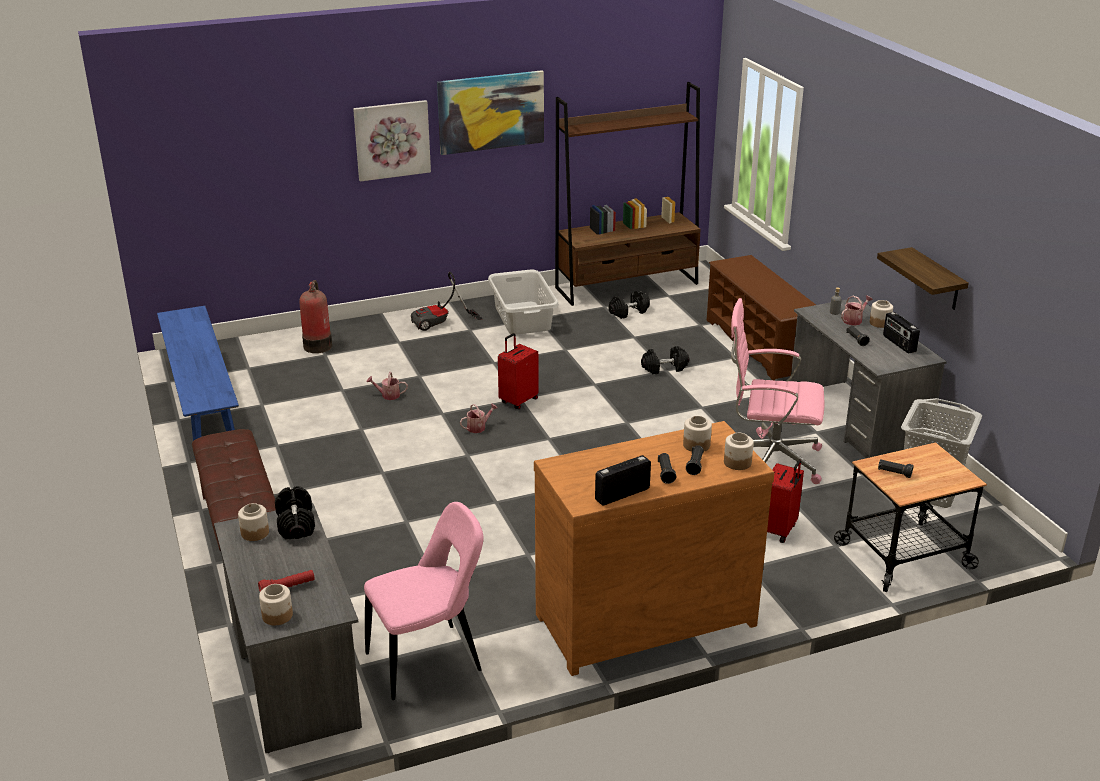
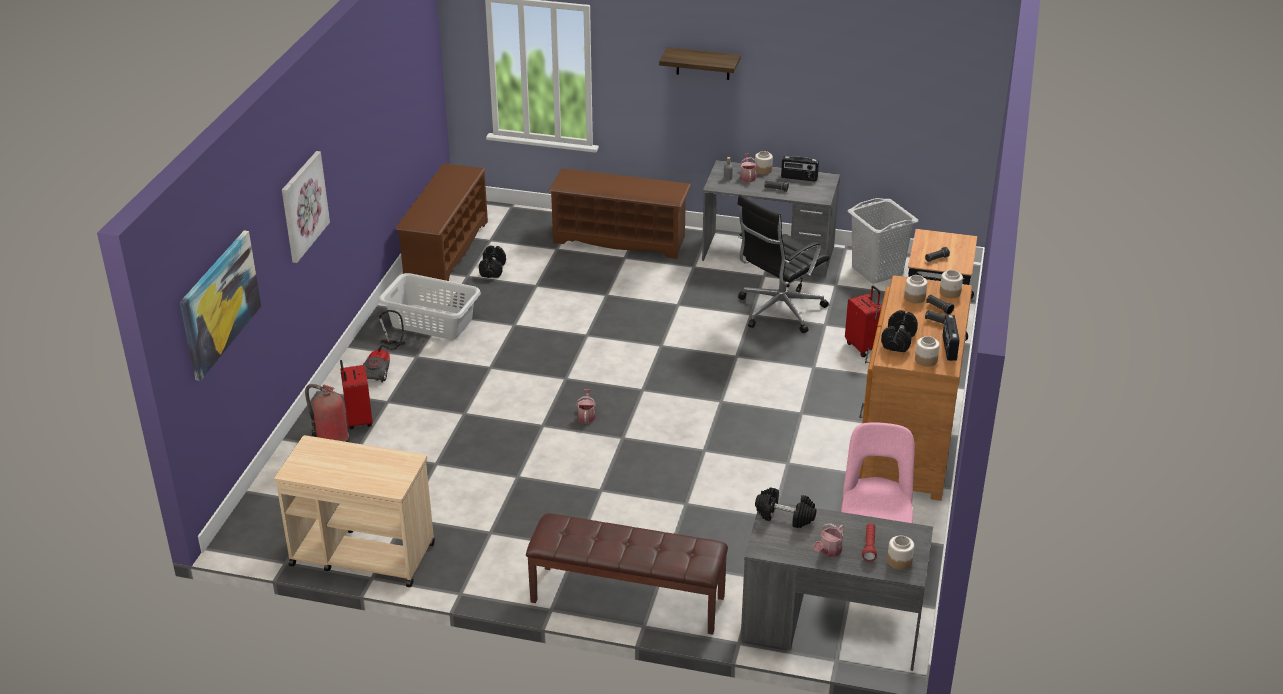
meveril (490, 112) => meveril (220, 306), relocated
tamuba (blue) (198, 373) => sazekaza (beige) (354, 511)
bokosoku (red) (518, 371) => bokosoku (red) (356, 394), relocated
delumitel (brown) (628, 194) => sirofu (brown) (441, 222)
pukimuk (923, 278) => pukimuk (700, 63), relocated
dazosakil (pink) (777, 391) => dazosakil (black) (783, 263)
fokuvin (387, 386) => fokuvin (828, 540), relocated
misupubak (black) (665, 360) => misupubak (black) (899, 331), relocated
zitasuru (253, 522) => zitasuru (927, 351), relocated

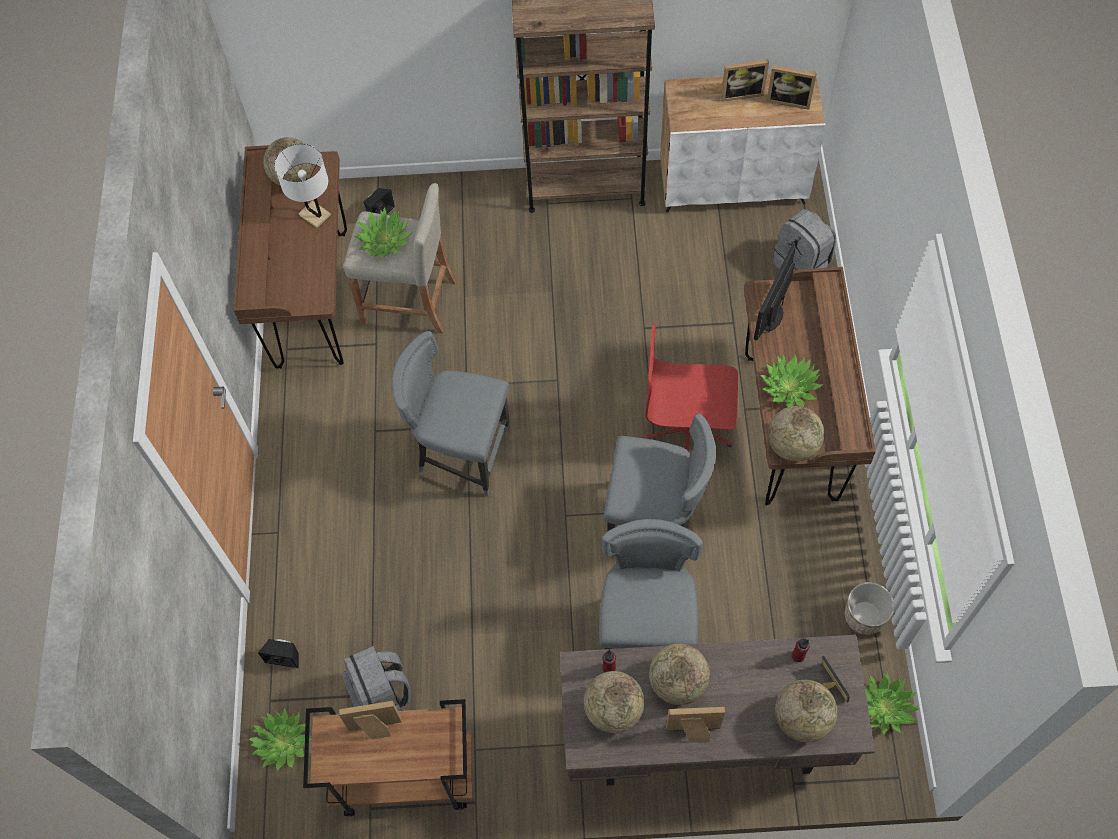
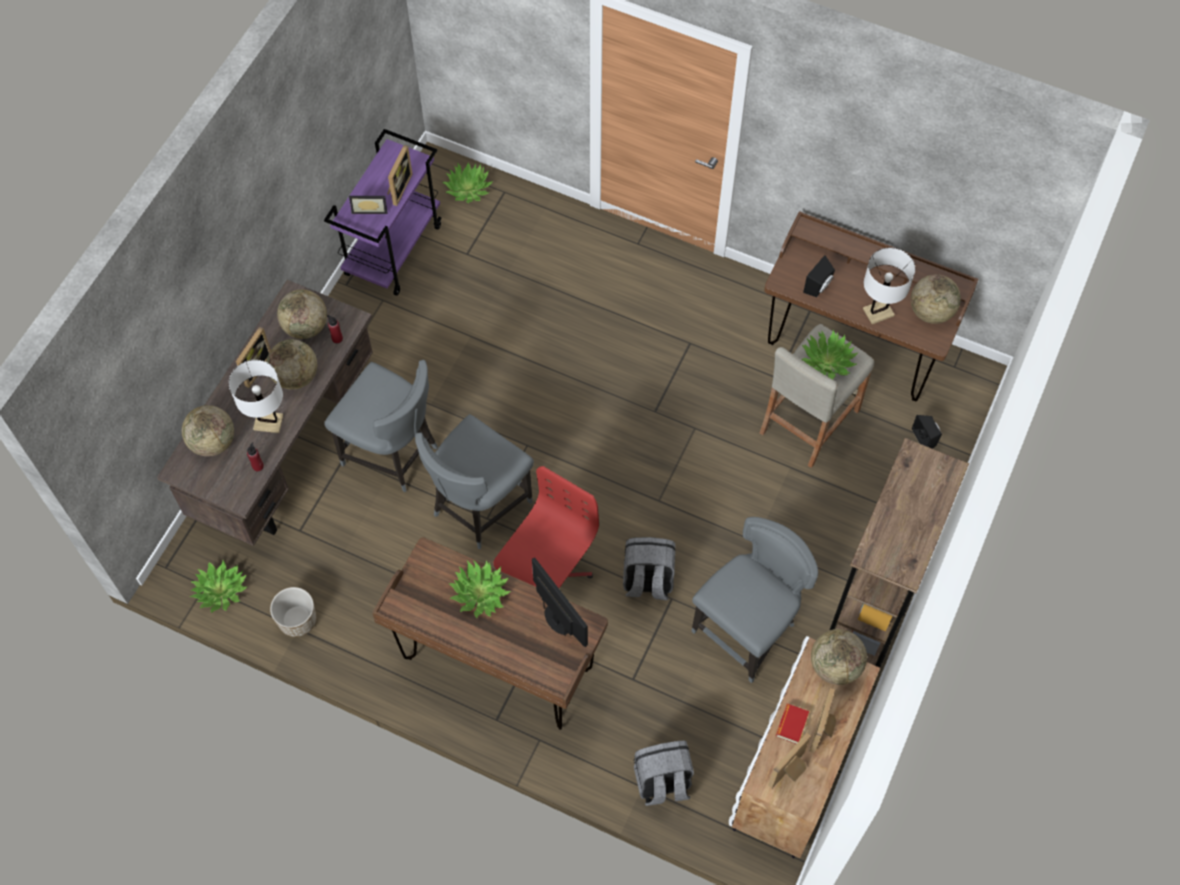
nothing => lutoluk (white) (256, 396)
sazekaza (brown) (388, 757) => sazekaza (purple) (383, 212)
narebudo (836, 679) => narebudo (368, 205), relocated
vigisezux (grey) (376, 678) => vigisezux (grey) (649, 568), relocated
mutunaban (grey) (451, 413) => mutunaban (grey) (754, 600), relocated
nothing => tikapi (792, 724)
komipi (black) (278, 654) => komipi (black) (819, 276), relocated
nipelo (796, 434) => nipelo (839, 657), relocated

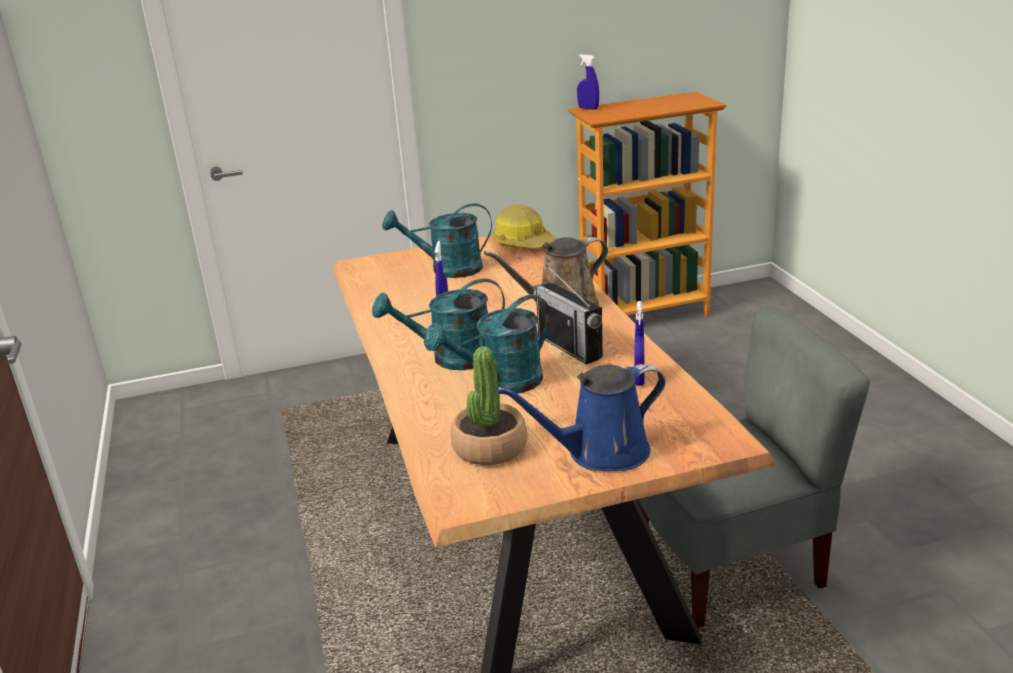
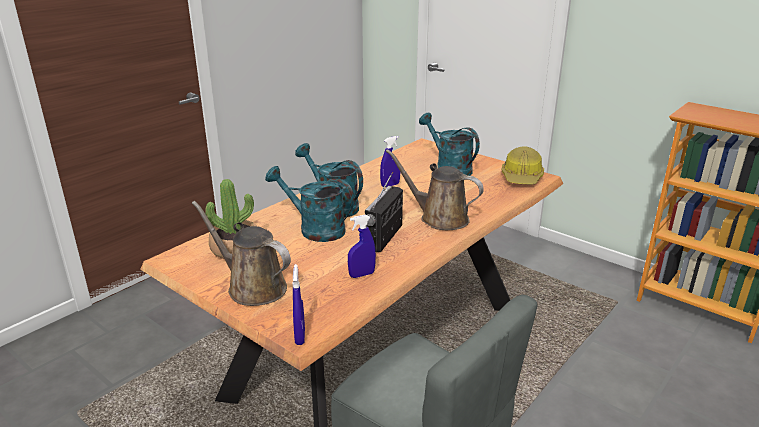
fokuvin (blue) (581, 417) => fokuvin (brown) (241, 253)
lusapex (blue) (588, 82) => lusapex (blue) (299, 304), relocated

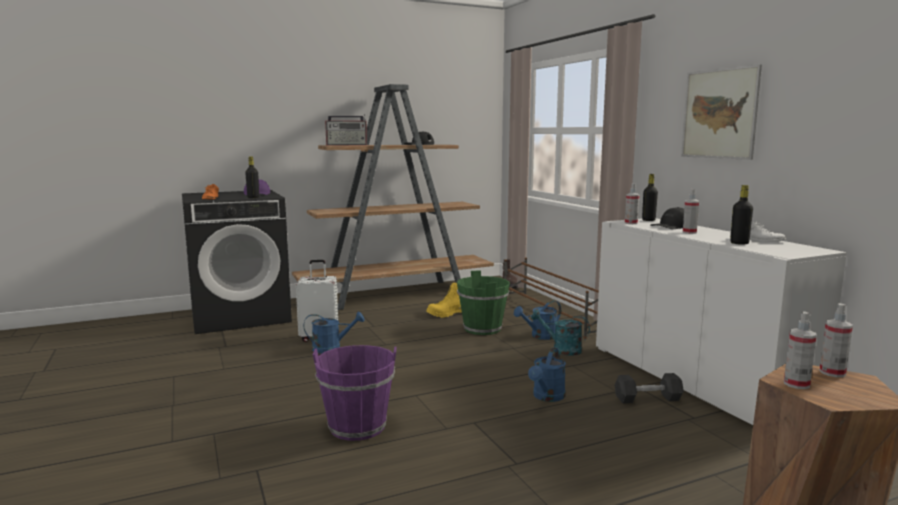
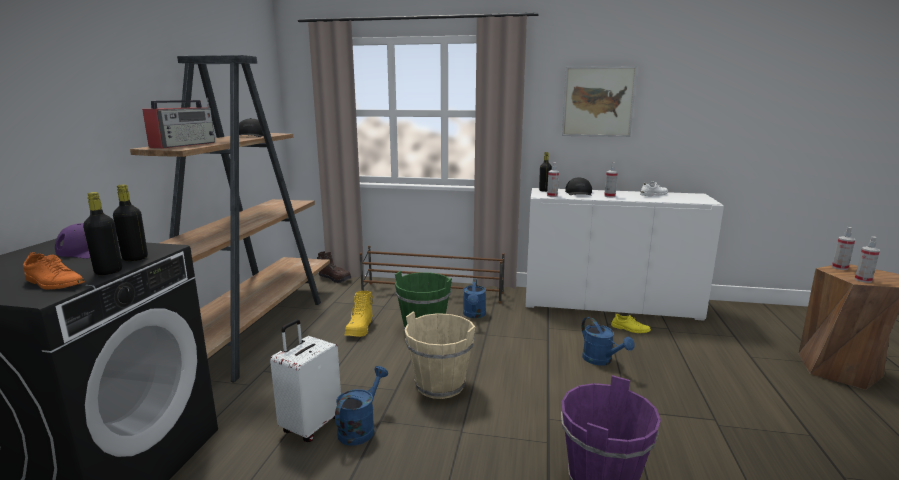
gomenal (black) (741, 215) => gomenal (black) (102, 233), relocated
nothing => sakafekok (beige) (439, 355)
misupubak (black) (649, 388) => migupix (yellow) (631, 323)
fokuvin (turquoise) (560, 333) => nothing

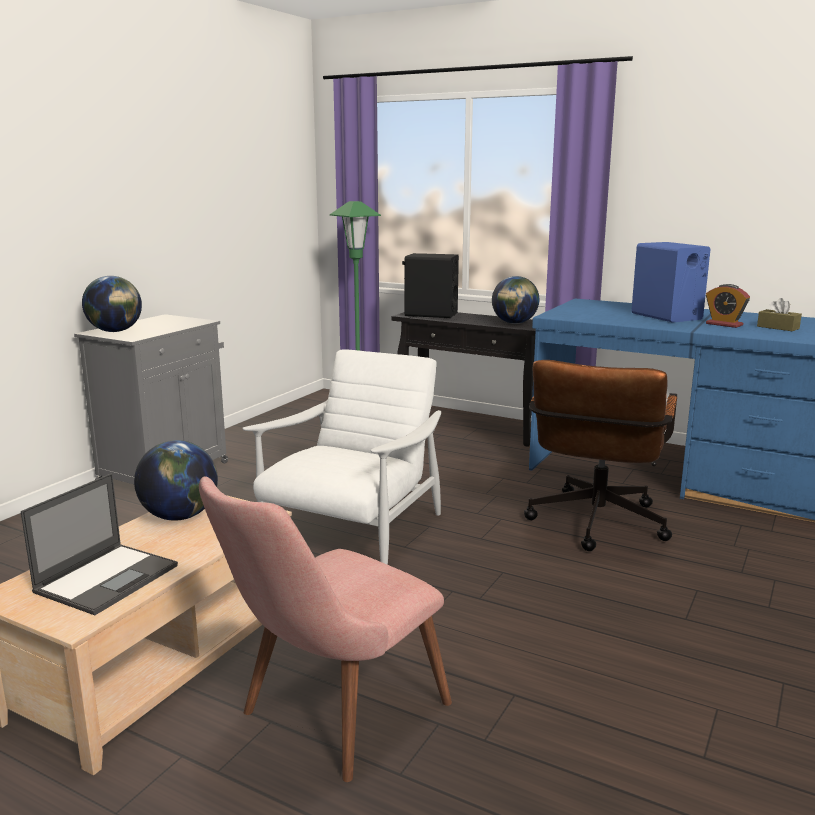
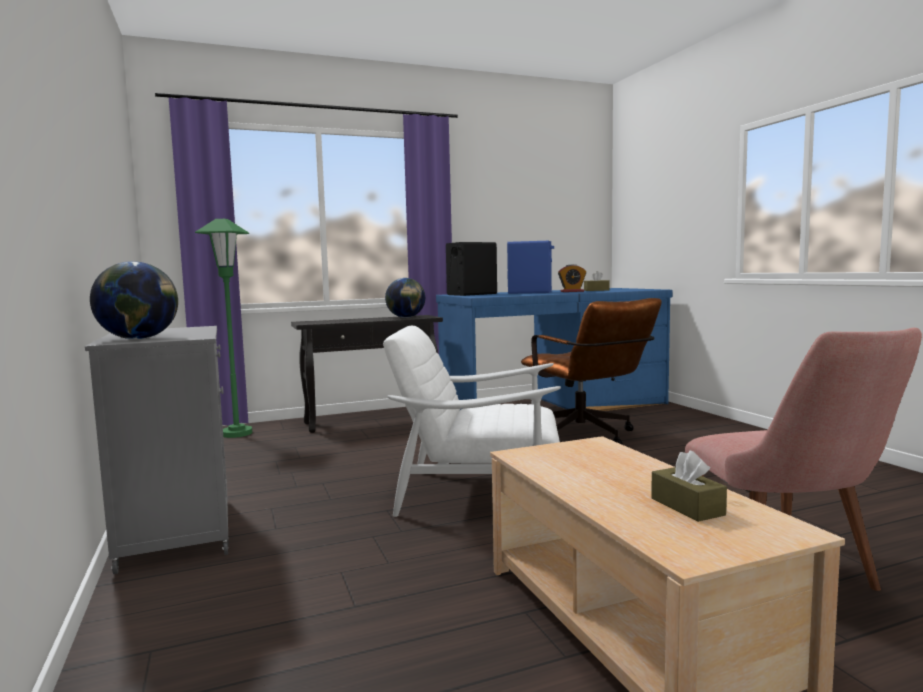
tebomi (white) (341, 457) => tebomi (white) (472, 421), 60 degrees counterclockwise
komipi (black) (430, 285) => komipi (black) (471, 269), relocated
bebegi (99, 544) => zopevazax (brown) (689, 486)
nipelo (176, 480) => nothing

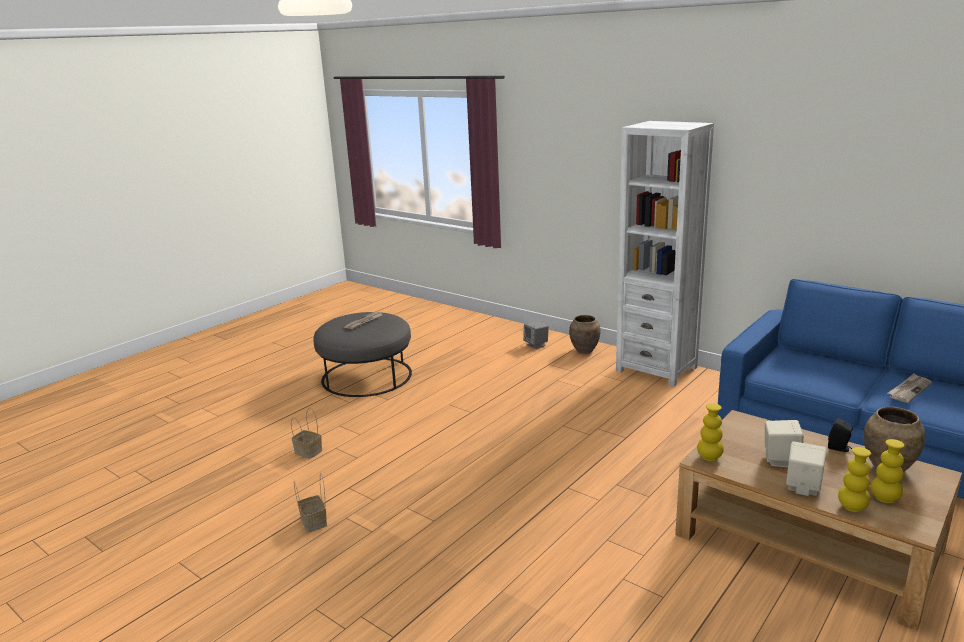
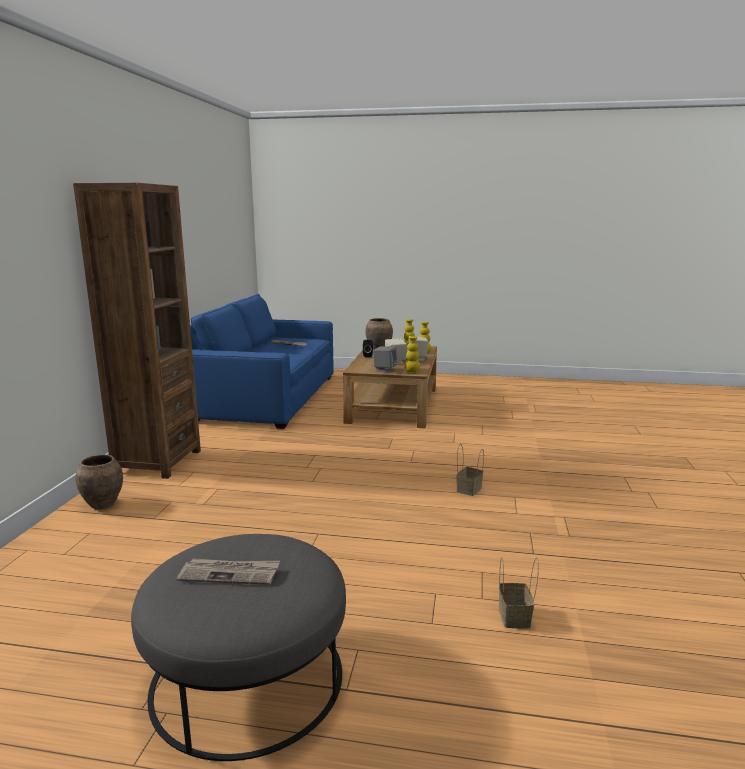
delumitel (white) (665, 254) => delumitel (brown) (137, 331)
komipi (grey) (536, 335) => komipi (grey) (385, 359), relocated
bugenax (310, 502) => bugenax (470, 470), relocated

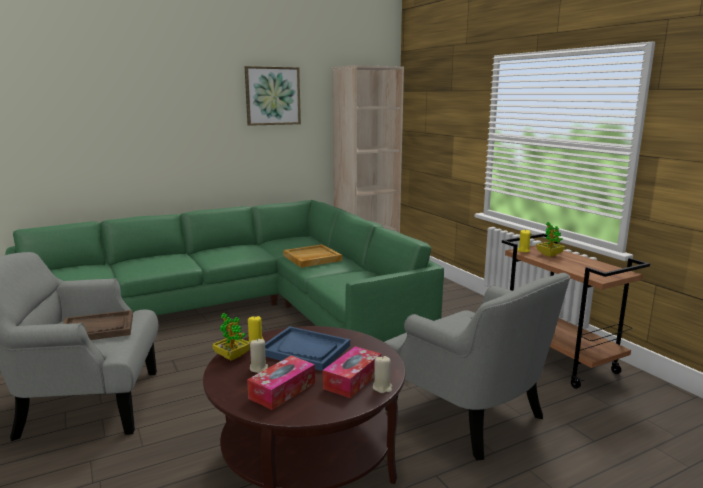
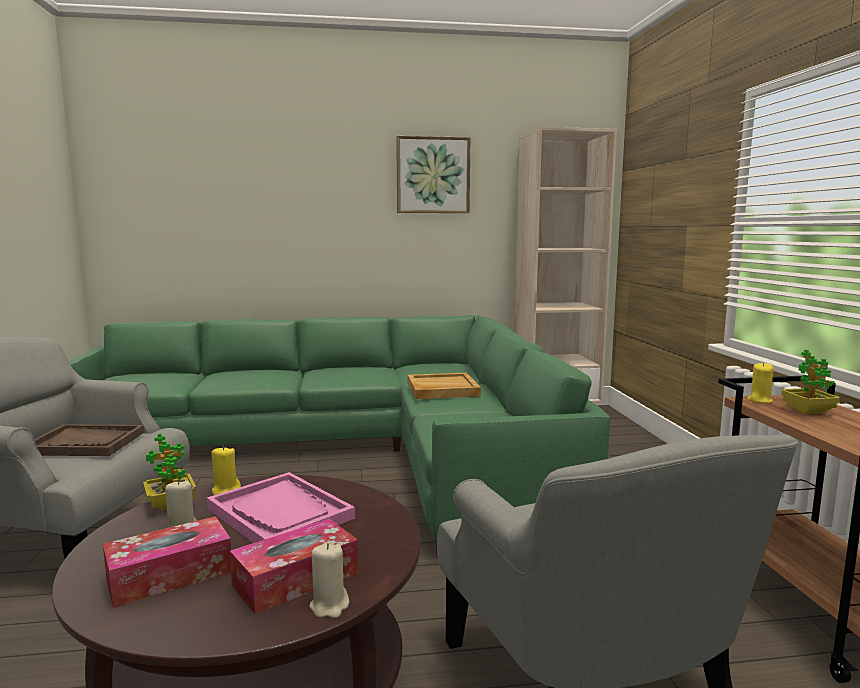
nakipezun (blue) (307, 348) => nakipezun (pink) (281, 507)

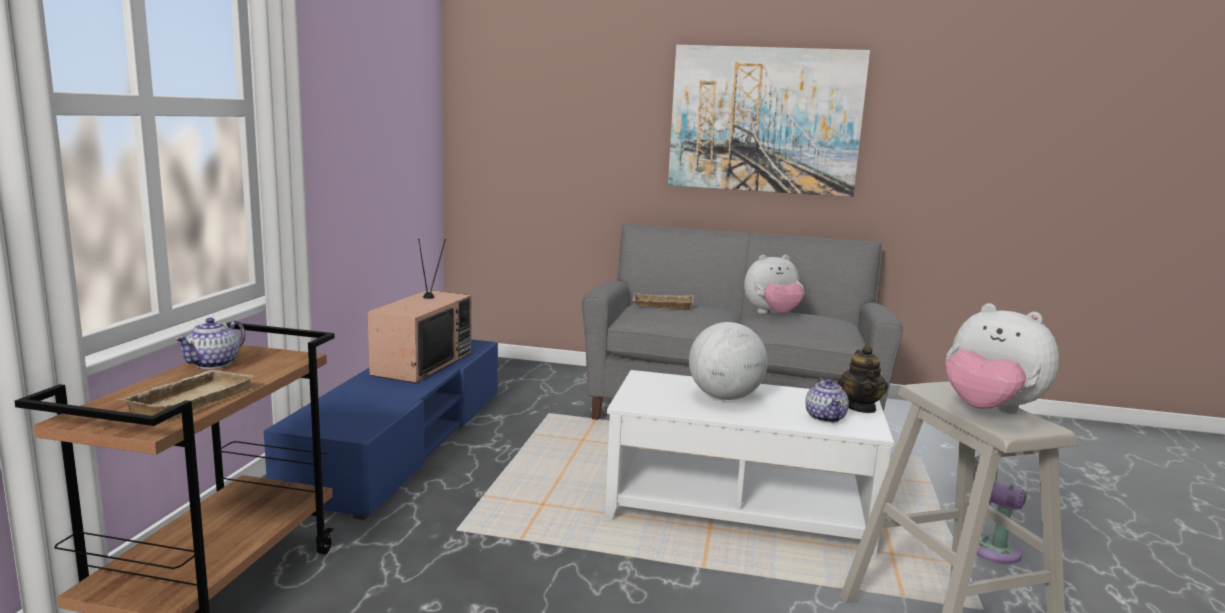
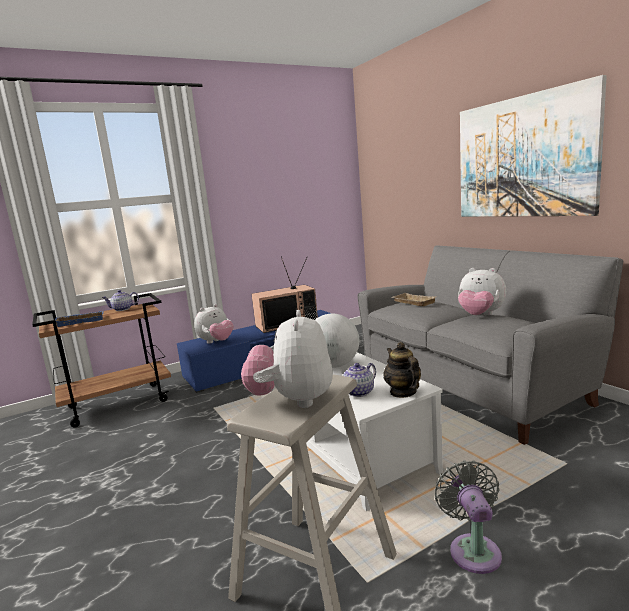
nakipezun (beige) (187, 395) => nakipezun (blue) (79, 319)
nothing => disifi (213, 324)
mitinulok (863, 379) => mitinulok (402, 370), 105 degrees clockwise

